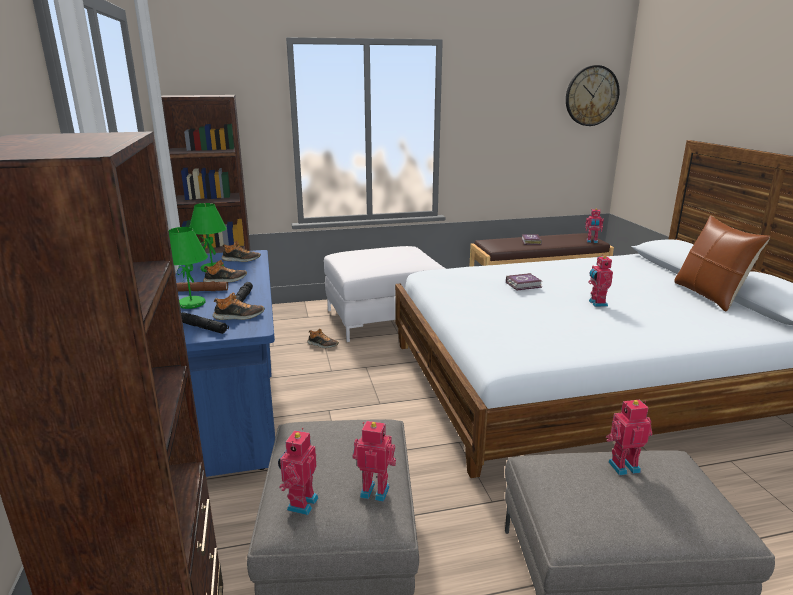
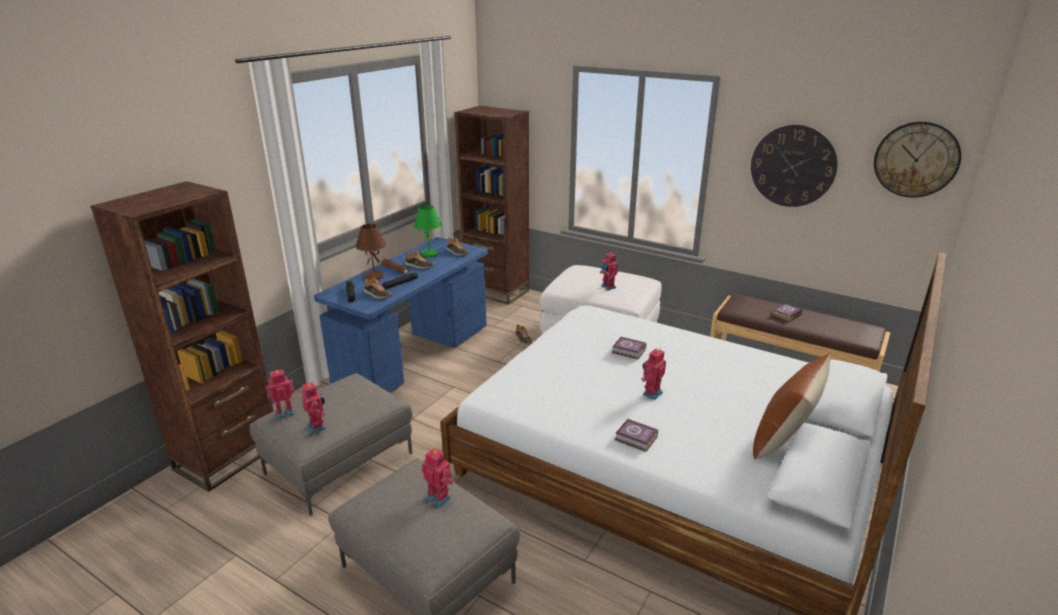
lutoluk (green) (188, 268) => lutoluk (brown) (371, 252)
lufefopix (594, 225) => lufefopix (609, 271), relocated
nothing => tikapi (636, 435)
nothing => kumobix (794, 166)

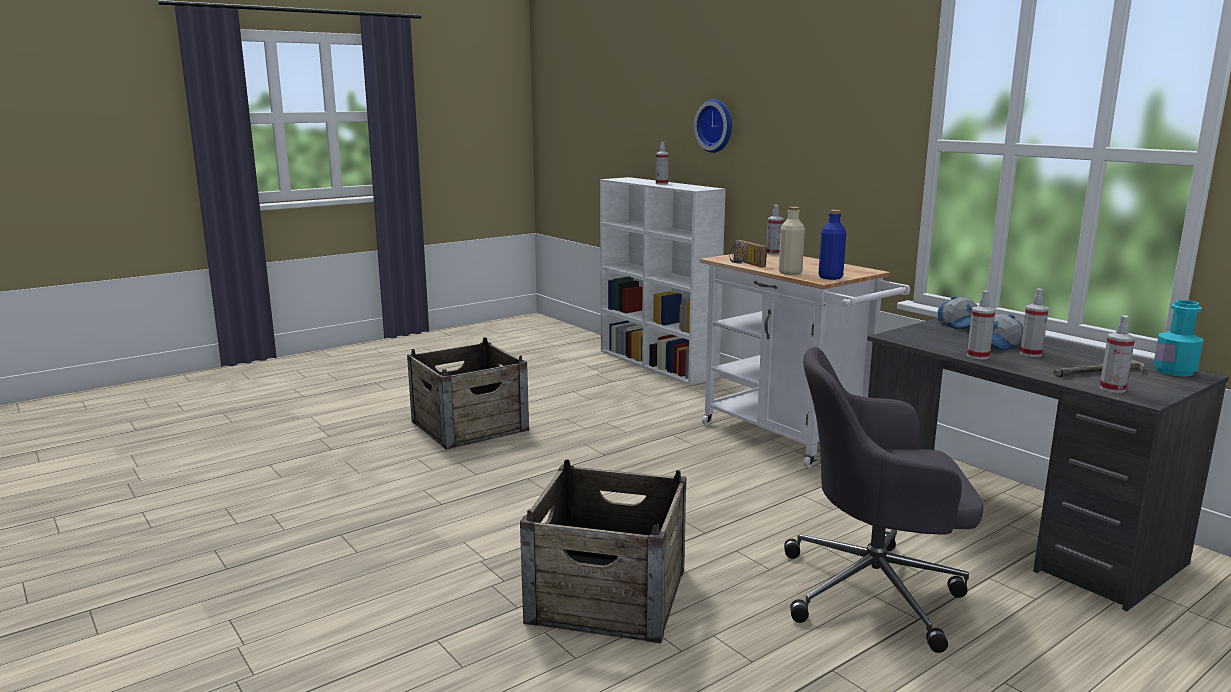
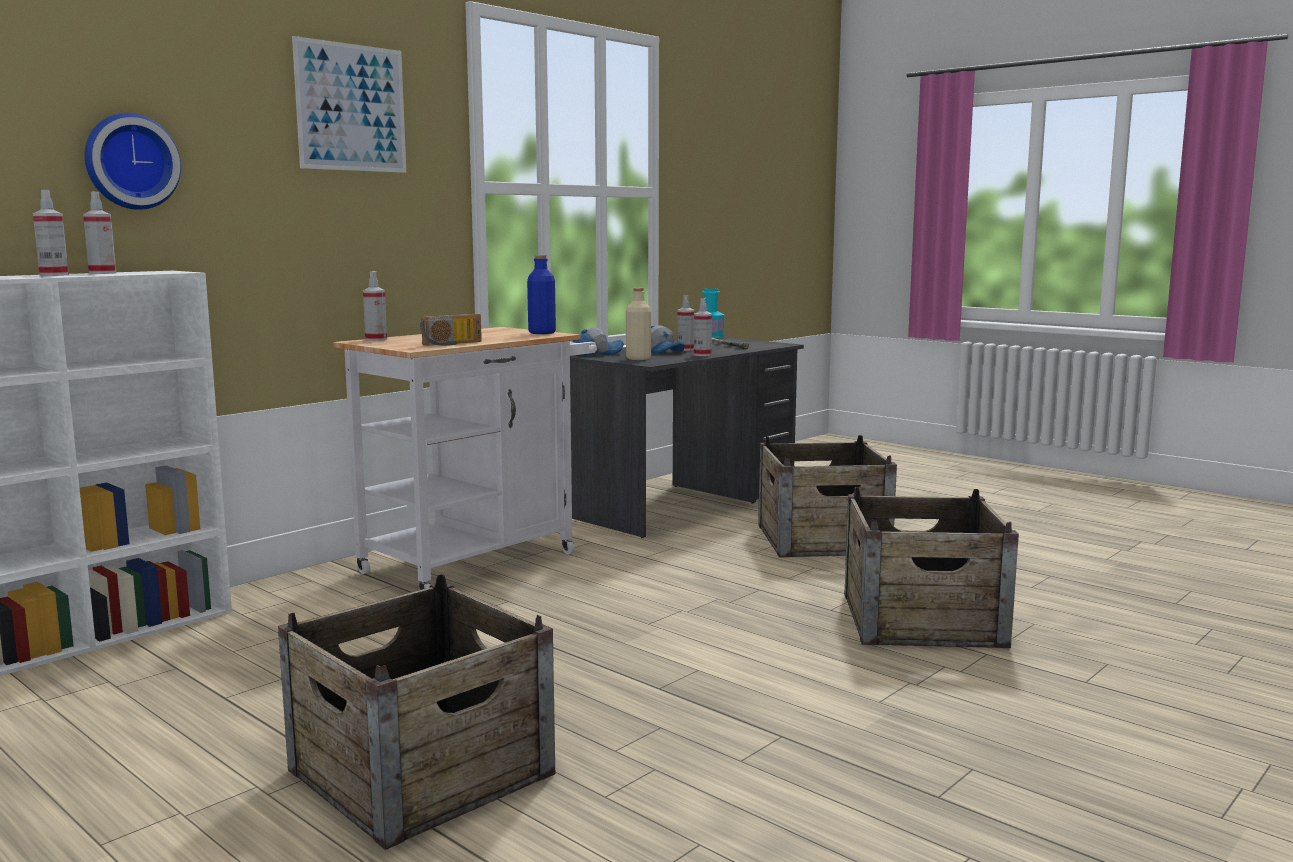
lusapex (1117, 354) => lusapex (99, 232), relocated
nothing => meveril (349, 104)
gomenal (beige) (792, 241) => gomenal (beige) (638, 324), relocated
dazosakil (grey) (884, 500) => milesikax (827, 496)

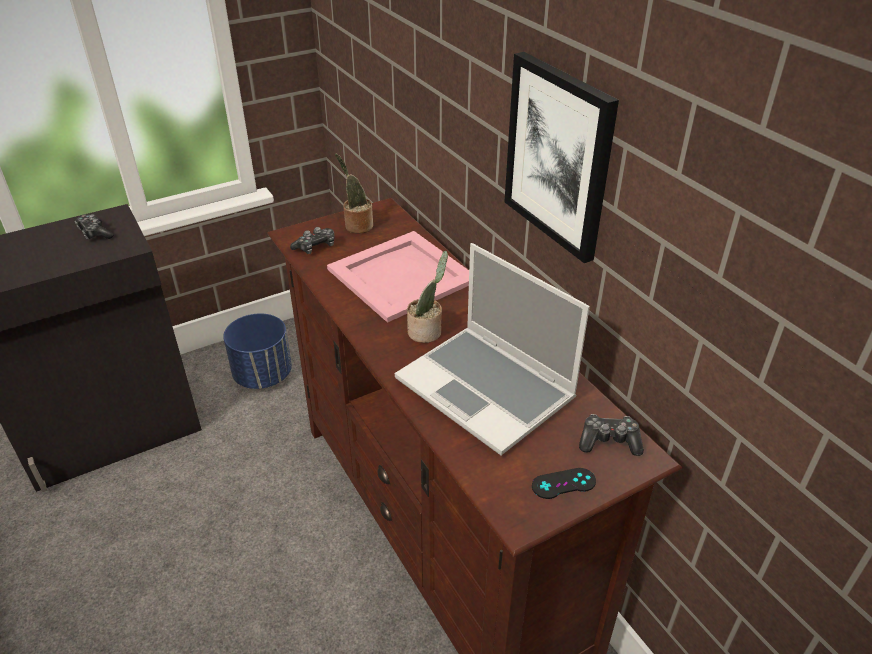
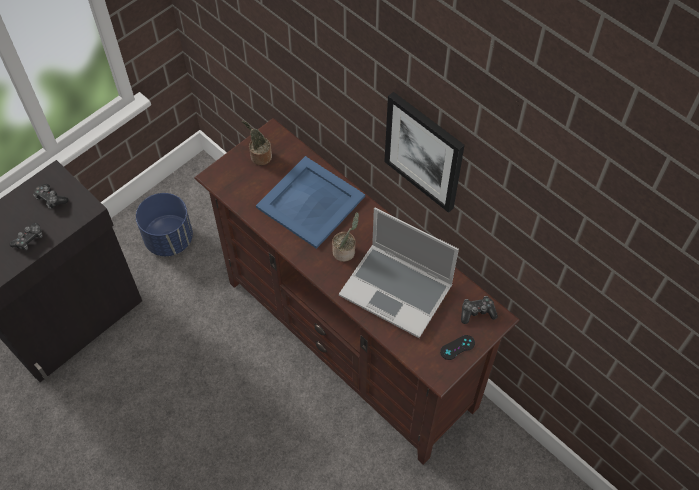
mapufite (312, 240) => mapufite (26, 236), relocated
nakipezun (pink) (398, 277) => nakipezun (blue) (310, 202)

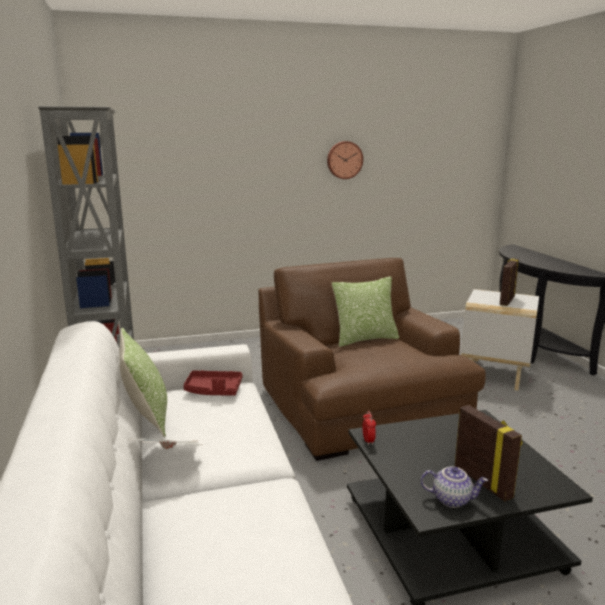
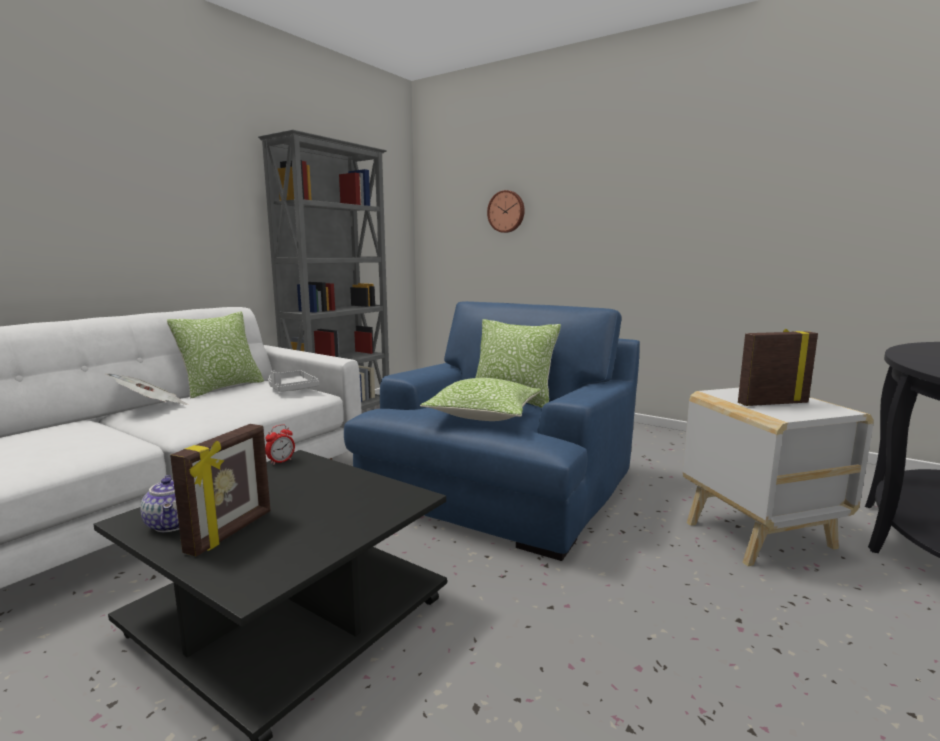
nakipezun (red) (212, 383) => nakipezun (grey) (293, 381)
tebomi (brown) (372, 359) => tebomi (blue) (492, 431)
nothing => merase (480, 399)
kumobix (345, 160) => kumobix (506, 211), relocated

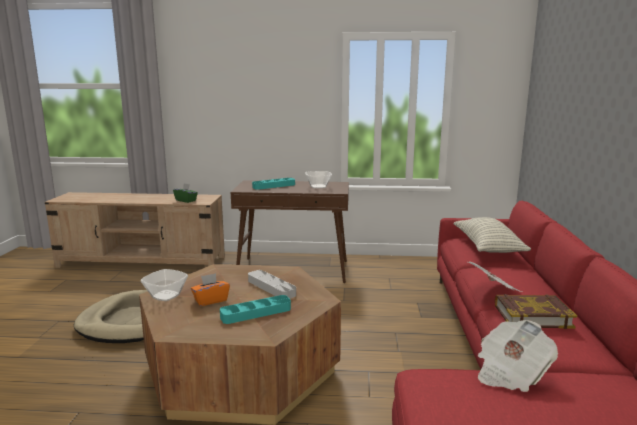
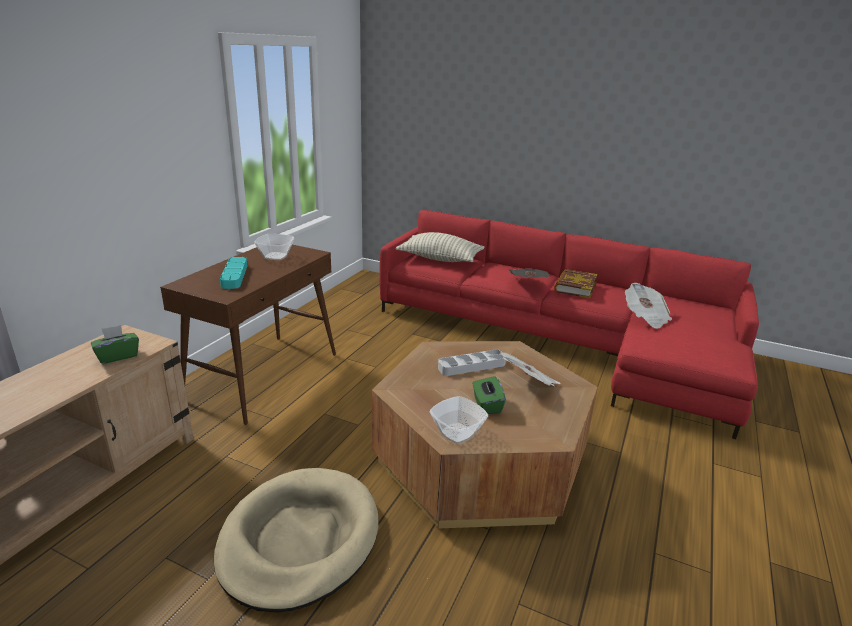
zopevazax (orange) (210, 289) => zopevazax (green) (489, 394)
nakipezun (turquoise) (255, 309) => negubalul (530, 369)

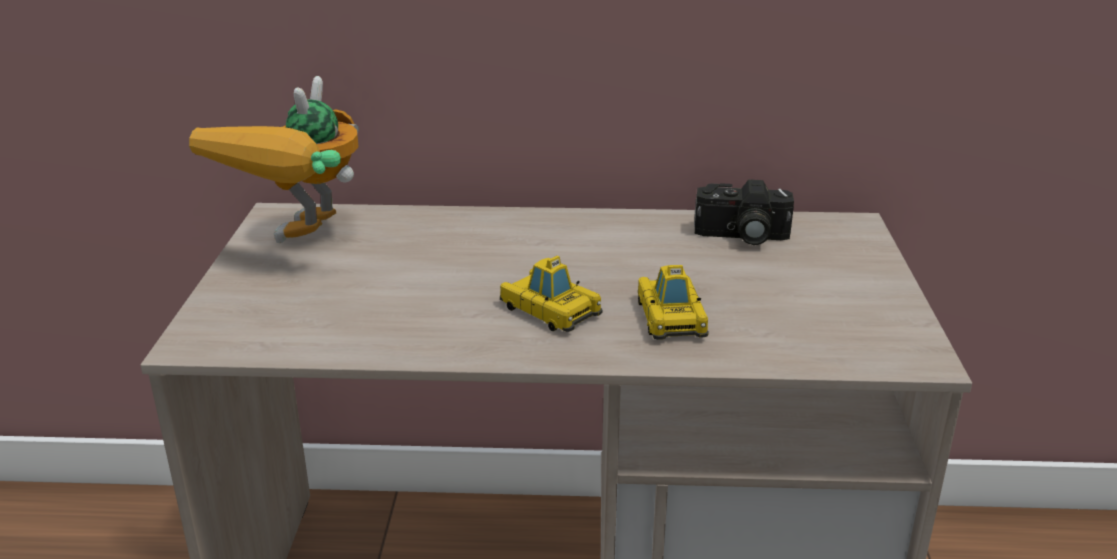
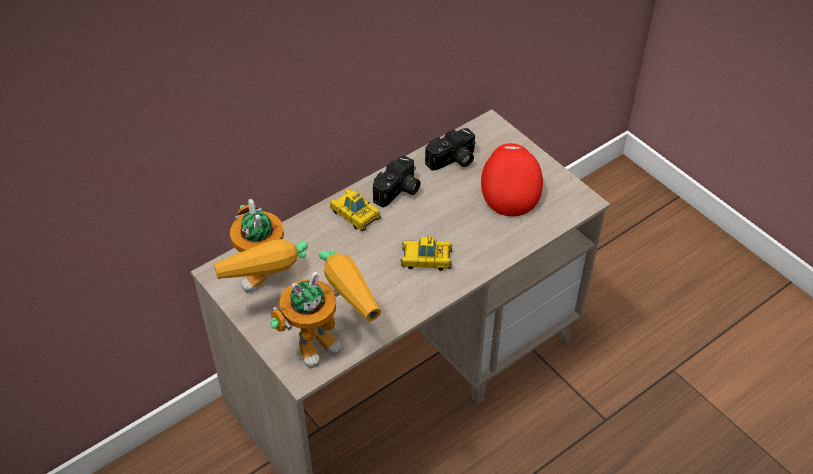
nothing => lufefopix (325, 309)
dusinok (673, 302) => dusinok (355, 210), relocated
nothing => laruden (397, 181)
nothing => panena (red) (512, 180)

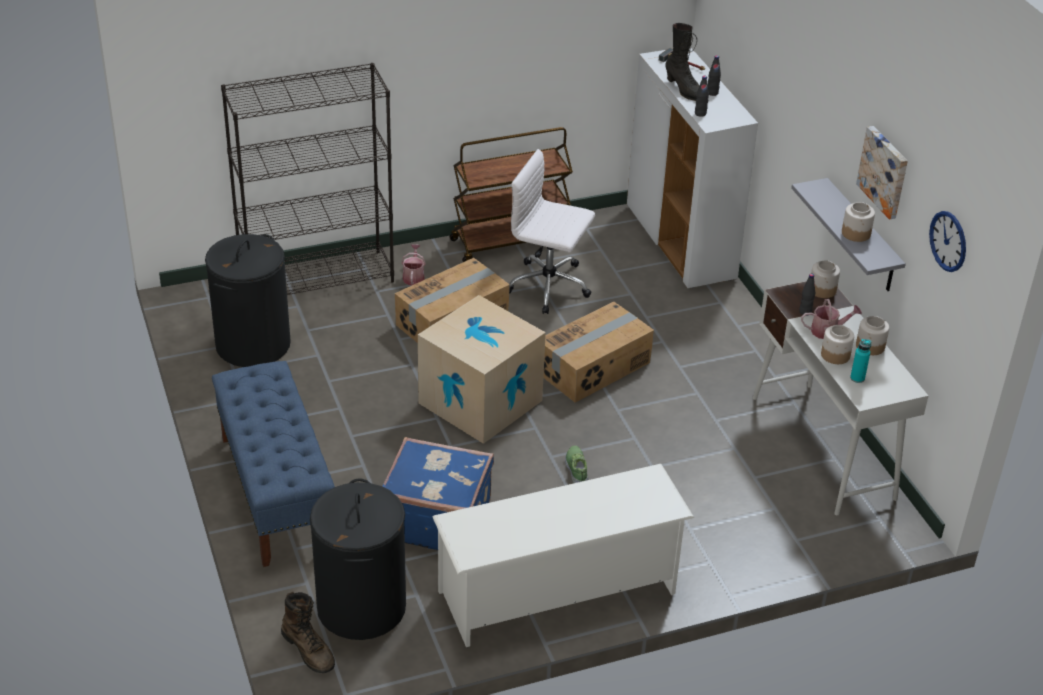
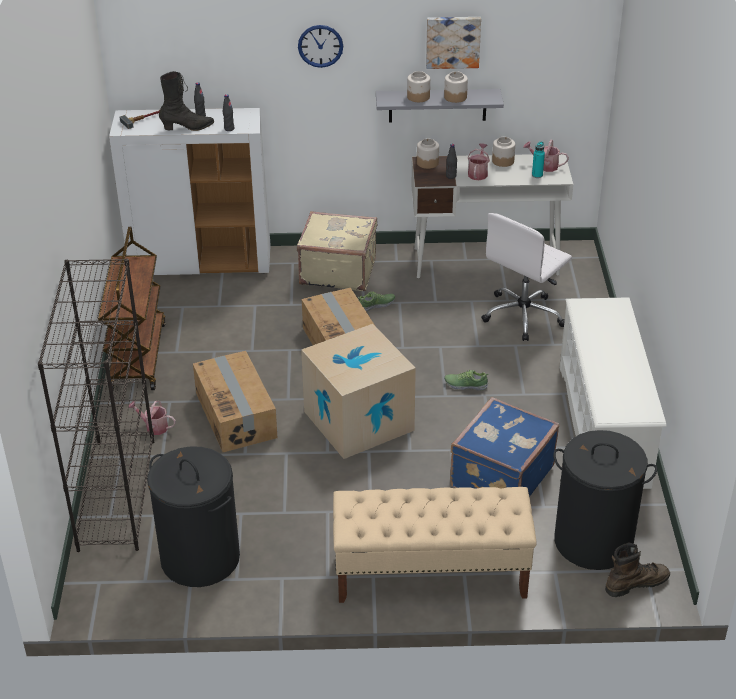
nothing => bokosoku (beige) (337, 251)
kumobix (947, 241) => kumobix (320, 46), relocated
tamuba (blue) (273, 464) => tamuba (beige) (435, 545)
nothing => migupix (376, 301)
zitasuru (837, 344) => zitasuru (418, 86), relocated
dazosakil (white) (552, 231) => dazosakil (white) (526, 277), relocated
nothing => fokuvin (546, 156)

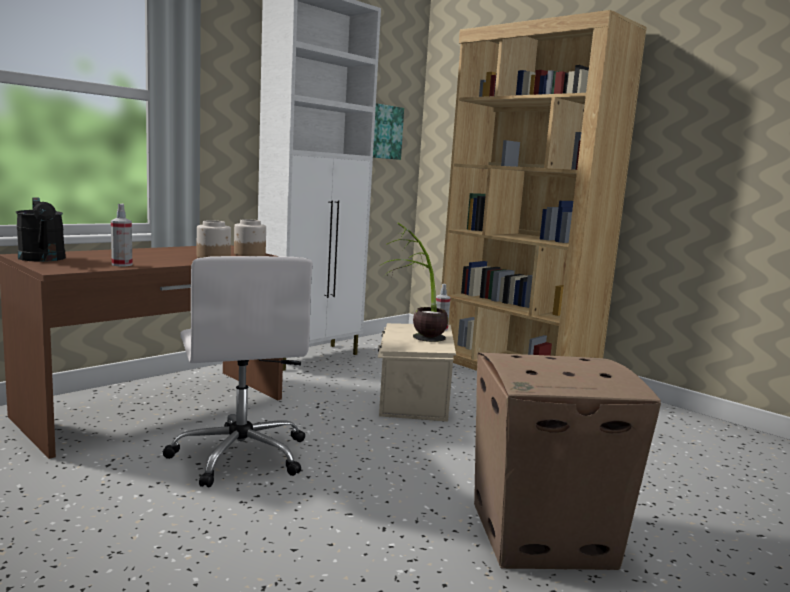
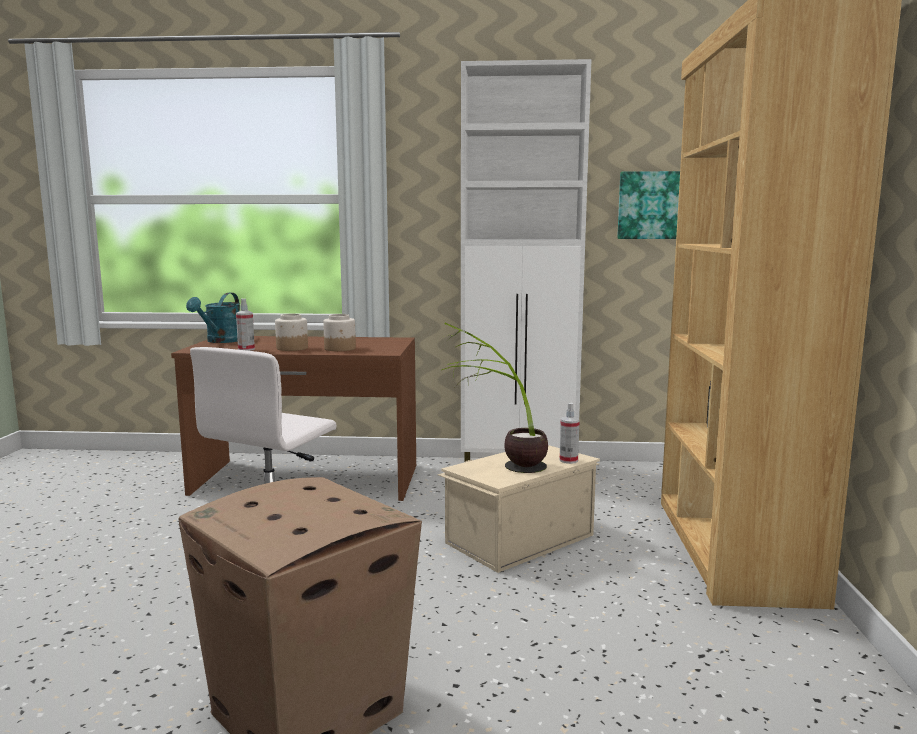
fokuvin (black) (41, 229) => fokuvin (turquoise) (213, 318)
zitasuru (250, 237) => zitasuru (291, 332), relocated

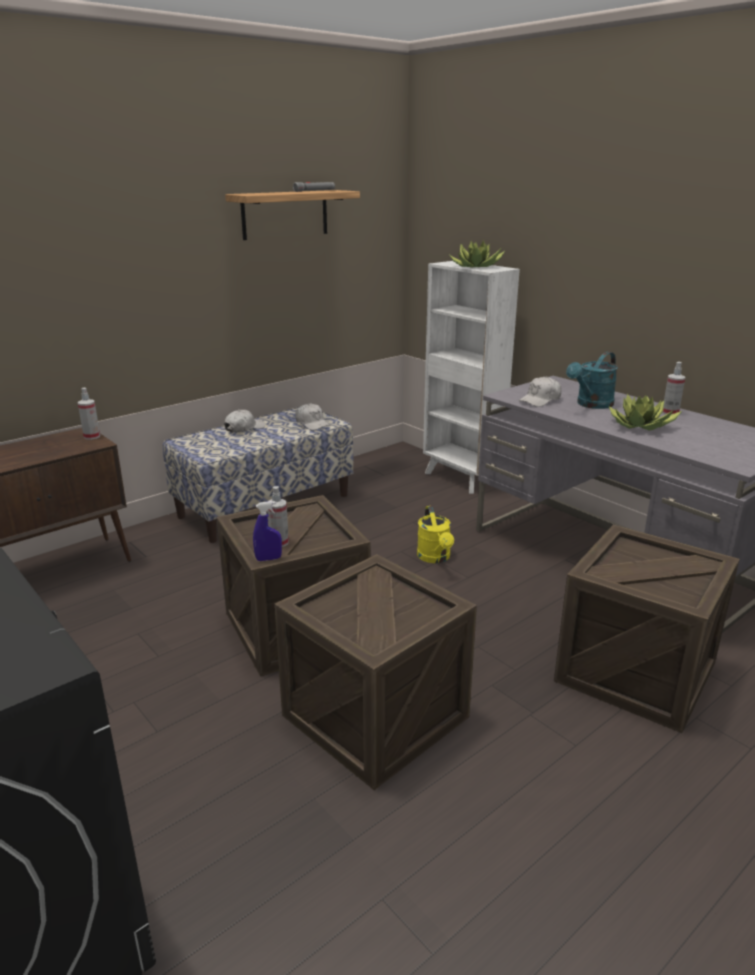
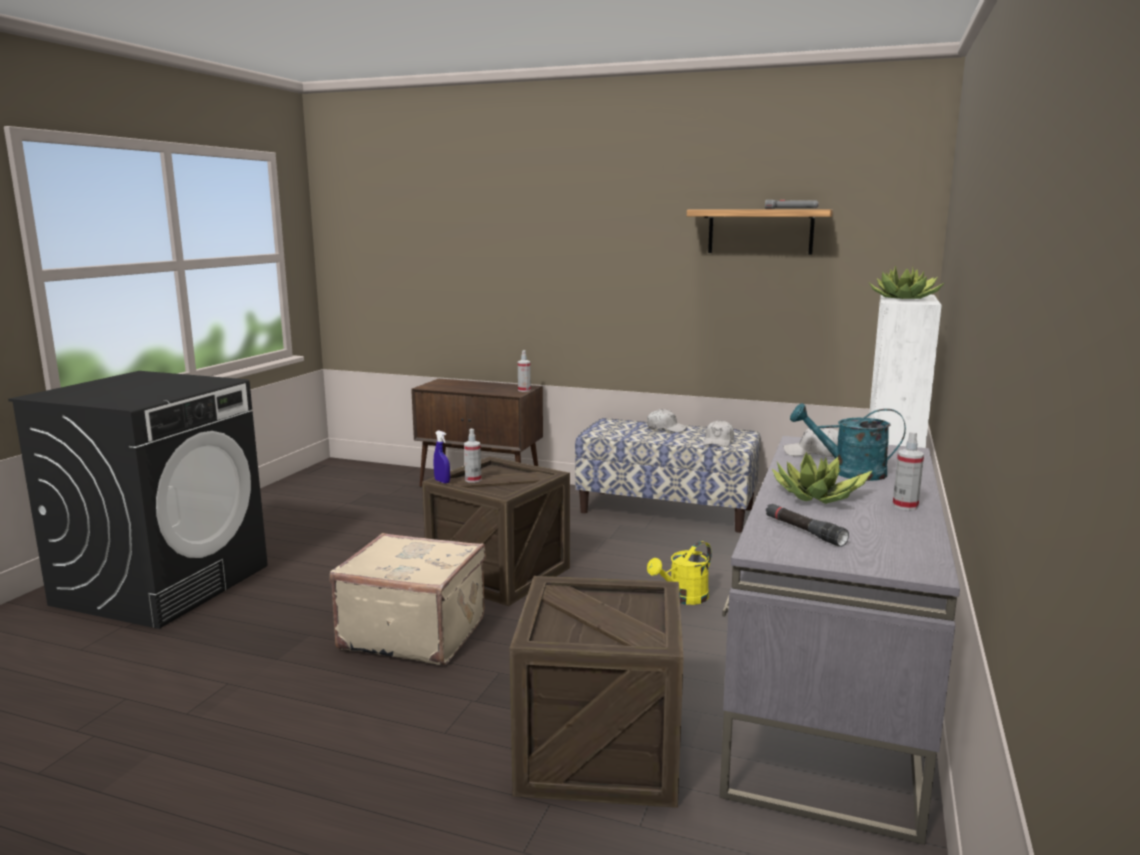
milesikax (375, 672) => bokosoku (beige) (407, 599)
nothing => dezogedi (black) (807, 525)

